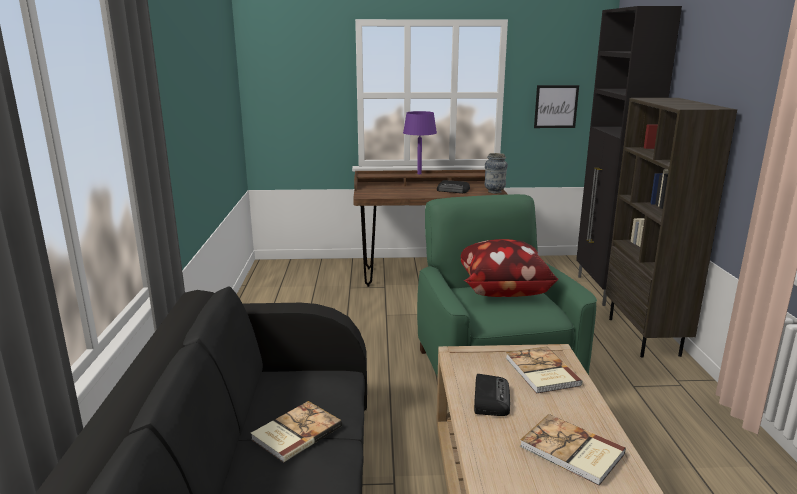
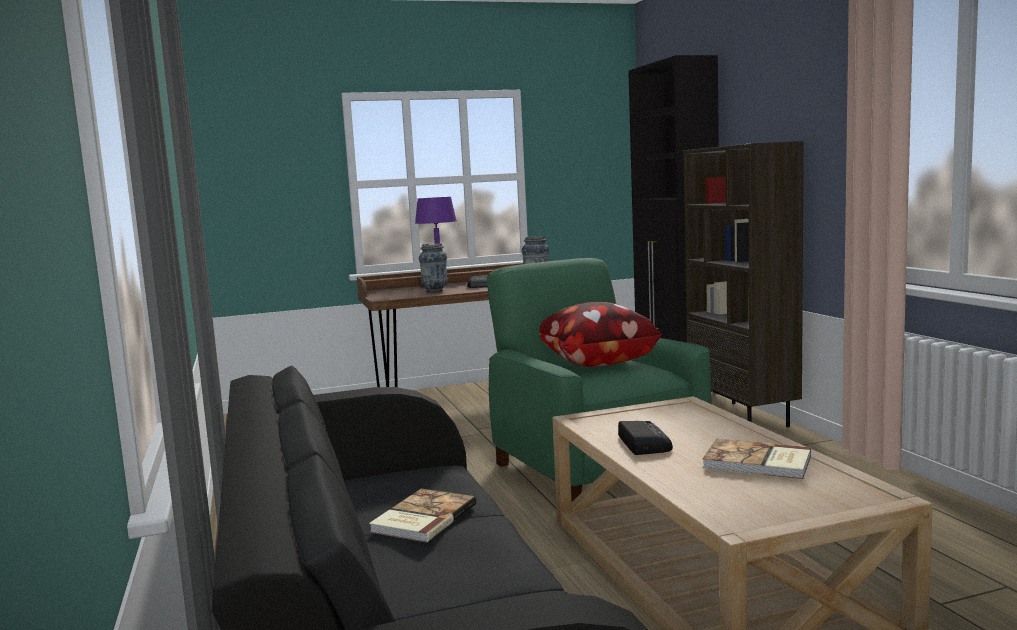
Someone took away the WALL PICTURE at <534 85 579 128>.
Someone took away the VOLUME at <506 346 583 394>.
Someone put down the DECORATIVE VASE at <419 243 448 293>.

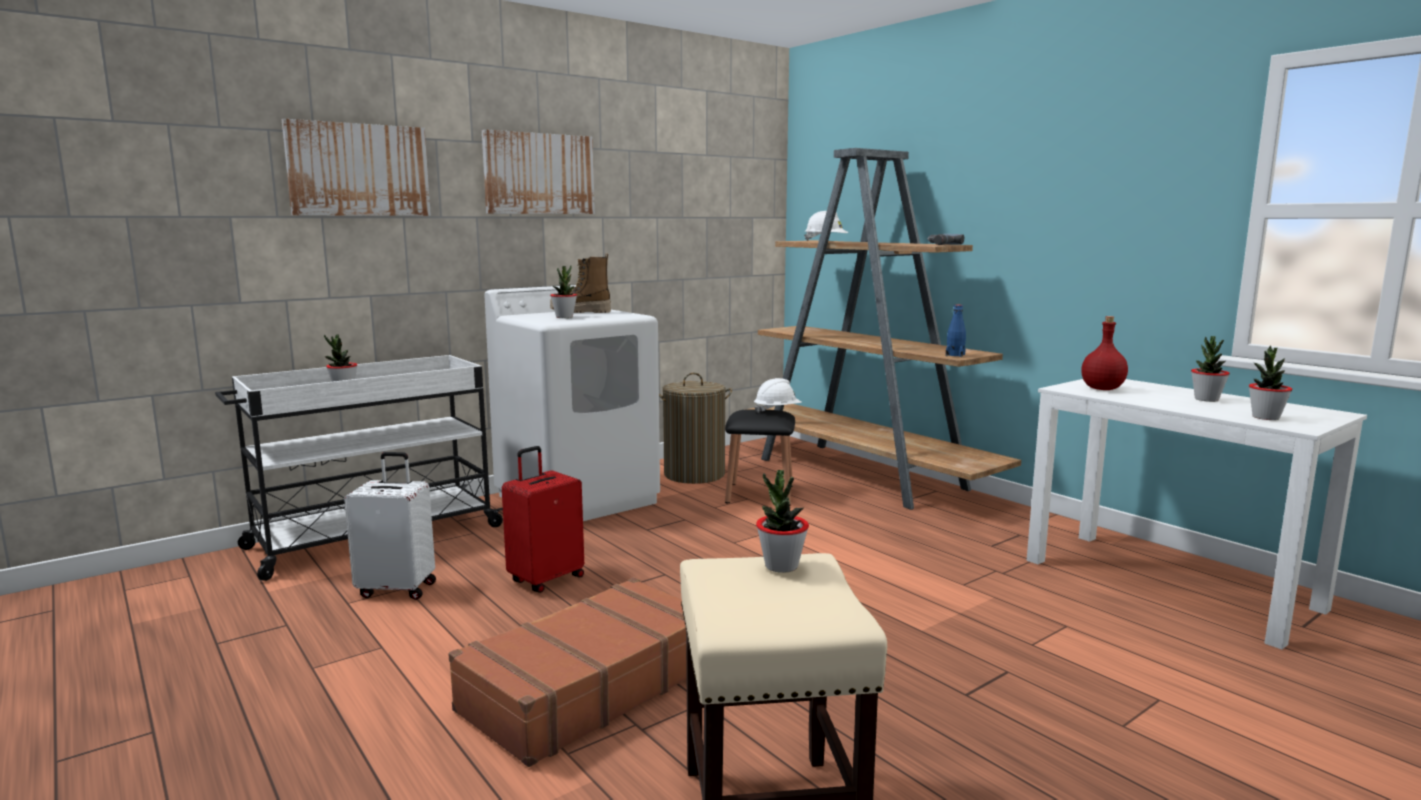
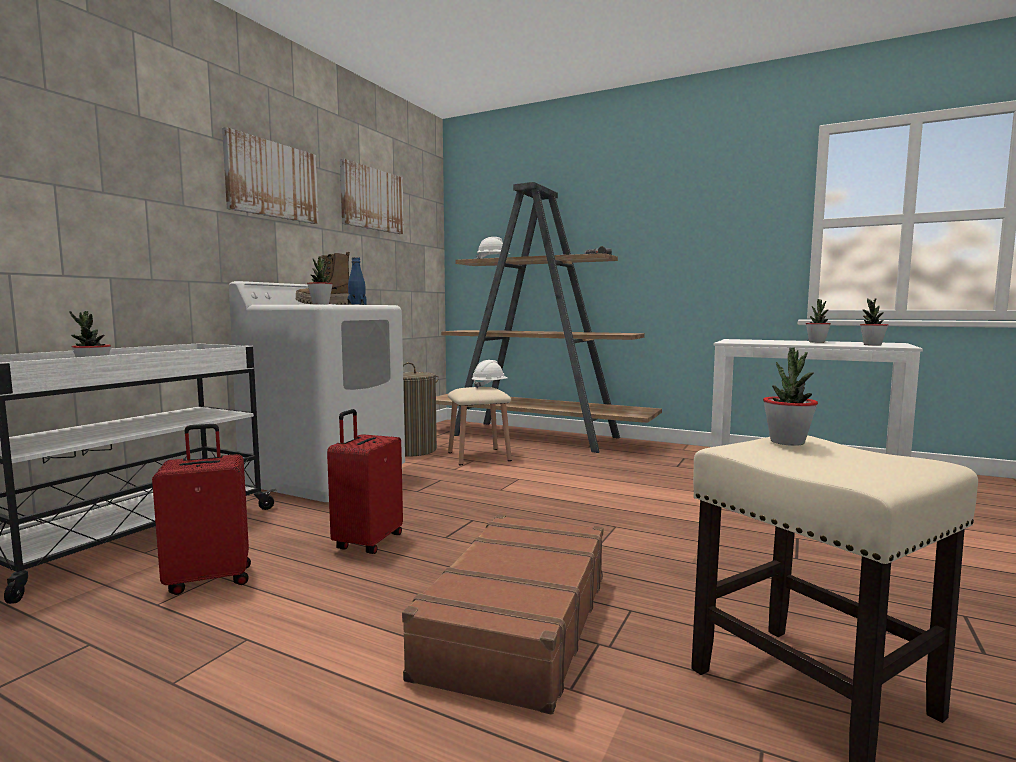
Someone carried the WALL PICTURE from <282 119 431 216> to <340 159 404 234>.
Someone carried the BLUE BEVERAGE BOTTLE from <946 305 966 357> to <348 257 367 305>.
Someone took away the REDDISH BEVERAGE BOTTLE at <1081 316 1128 390>.
Someone repainted the BLACK-COLOURED SITTING STOOL at <725 409 795 506>, which became the BEIGE-COLOURED SITTING STOOL at <448 387 512 465>.
Someone repainted the WHITE TRAVEL CASE at <344 452 436 600>, which became the REDDISH TRAVEL CASE at <152 424 251 595>.

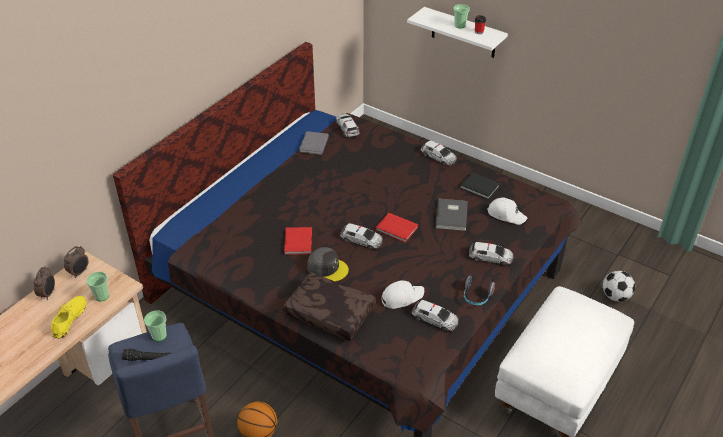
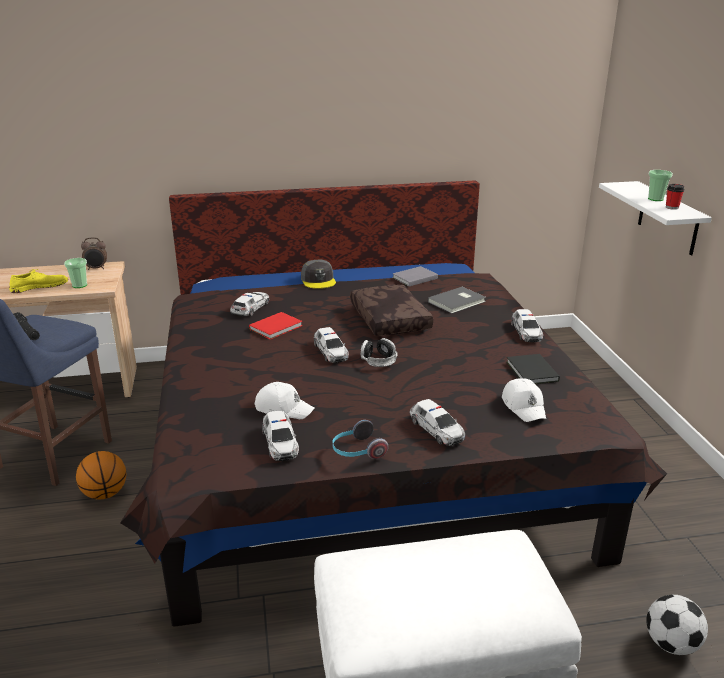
Someone carried the MINIATURE CAR from <336 114 360 138> to <230 292 269 316>.
Someone carried the GREY VOLUME from <435 199 468 231> to <428 287 486 314>.
Someone swapped the REDDISH VOLUME at <376 213 418 243> for the HEADPHONES at <361 338 398 367>.
Someone carried the GREY BASEBALL CAP from <307 247 349 281> to <301 260 336 289>.
Someone took away the BEDSIDE CLOCK at <33 266 55 300>.
Someone carried the BROWNISH PILLOW from <283 272 376 341> to <350 285 433 336>.
Someone took away the SMALL CUP at <144 311 167 341>.

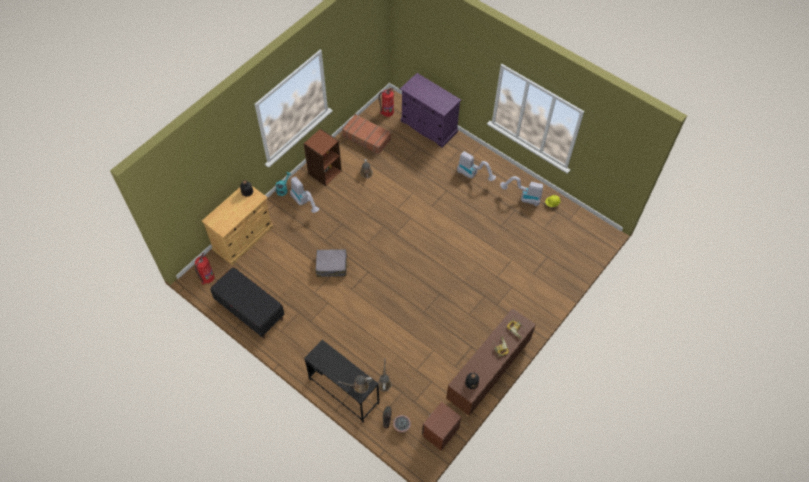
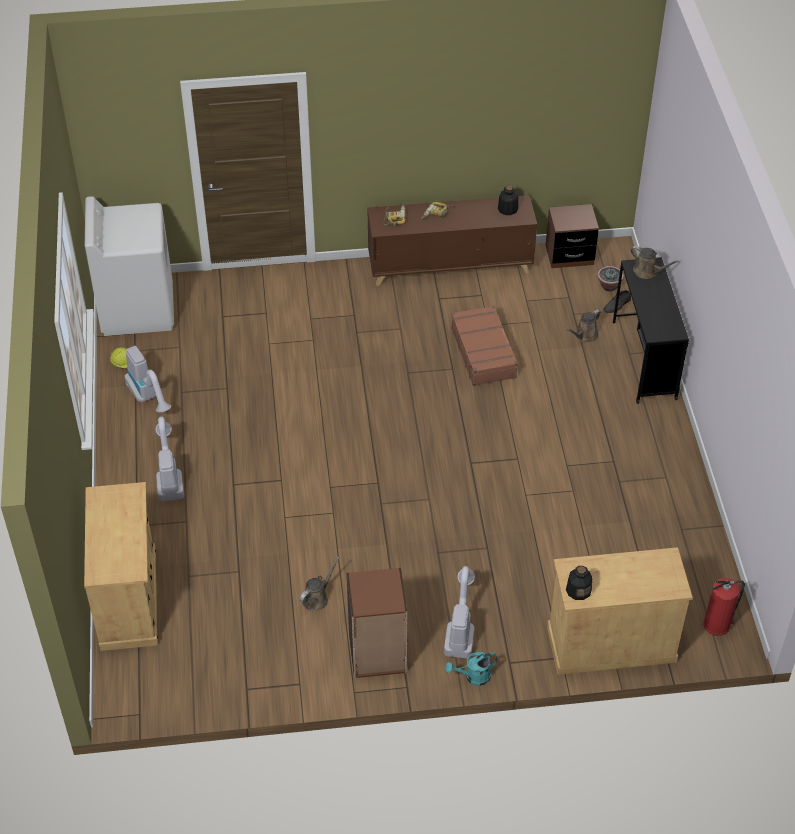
Someone repainted the PURPLE-COLOURED STORAGE CABINET at <400 73 461 148>, which became the BEIGE-COLOURED STORAGE CABINET at <84 482 158 651>.
Someone took away the FIRE-FIGHTING CYLINDER at <379 88 395 117>.
Someone carried the BROWNISH TRAVEL CASE from <342 114 391 155> to <451 306 518 386>.
Someone took away the GREY TRAVEL CASE at <316 249 349 277>.
Someone took away the BLACK-COLOURED LONG SEAT at <210 267 285 339>.
Someone put down the WHITE WASHING MACHINE at <85 196 174 336>.

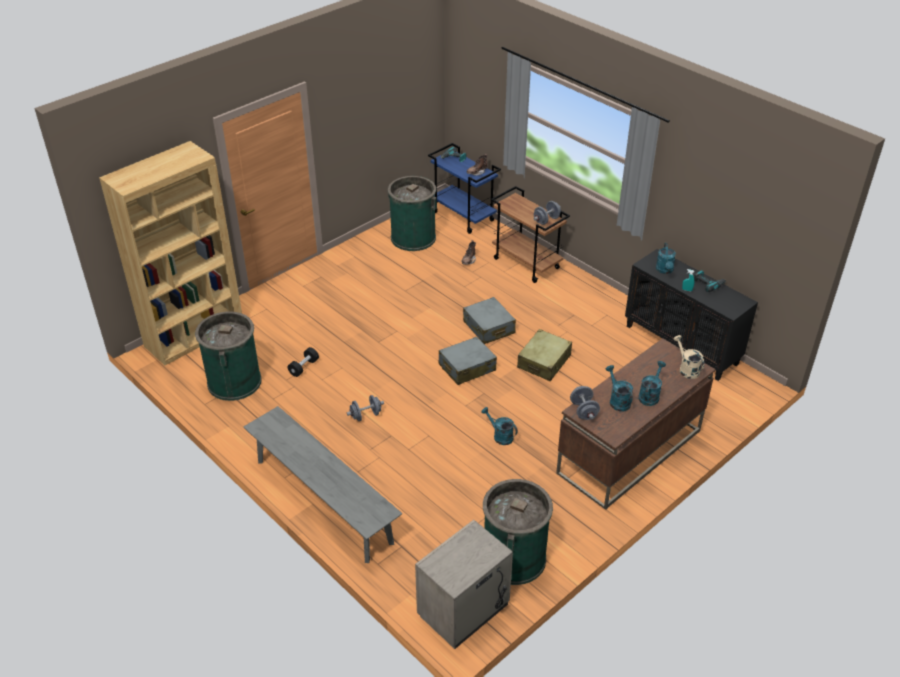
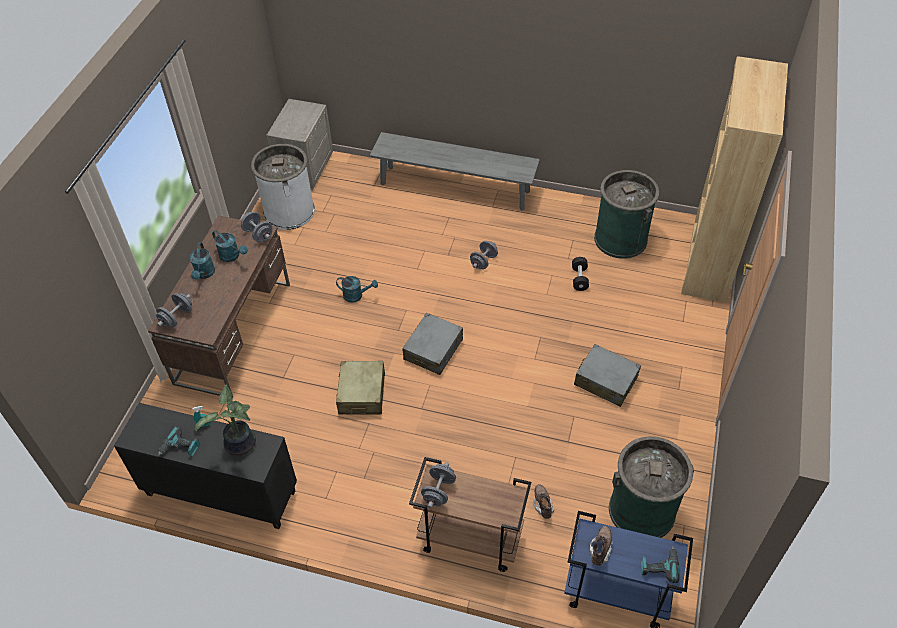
Someone swapped the BLUE-GREEN WATERING POT at <656 243 676 274> for the POTTED PLANT at <195 384 256 455>.
Someone carried the GREY TRAVEL CASE from <463 297 516 344> to <574 344 641 407>.
Someone swapped the BEIGE-COLOURED WATERING POT at <673 335 704 379> for the GREY HAND WEIGHT at <156 293 192 327>.
Someone repainted the GREEN RUBBISH BIN at <483 479 553 585>, which became the WHITE RUBBISH BIN at <251 144 315 230>.

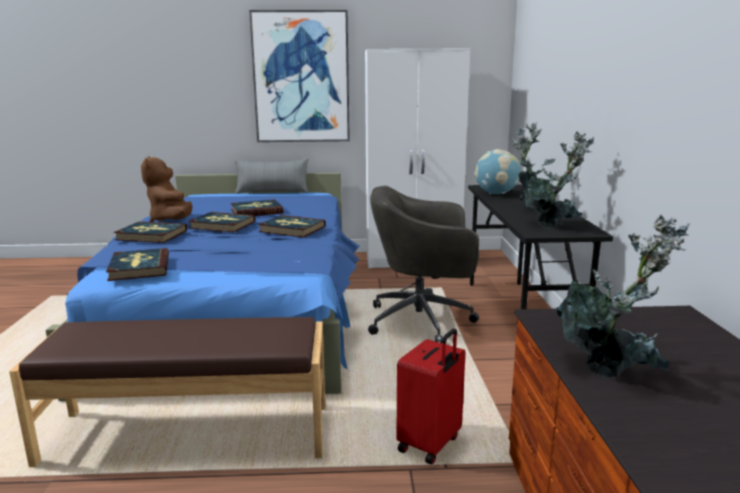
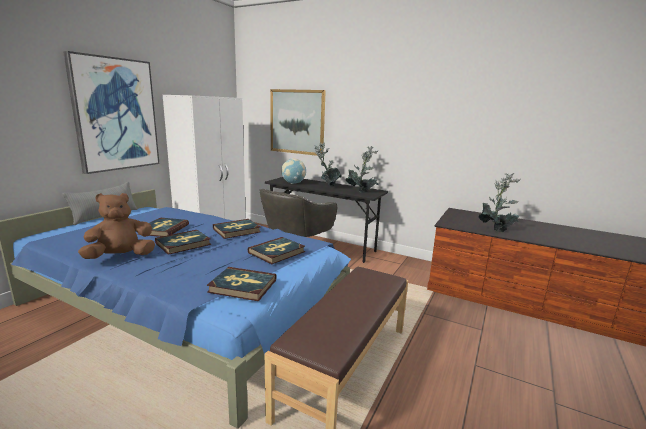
Someone rotated the BROWNISH SOFT TOY at <141 156 192 222> by 135 degrees clockwise.
Someone carried the VOLUME from <114 221 187 243> to <248 237 305 264>.
Someone took away the REDDISH TRAVEL CASE at <396 329 465 465>.
Someone put up the WALL PICTURE at <270 89 326 156>.

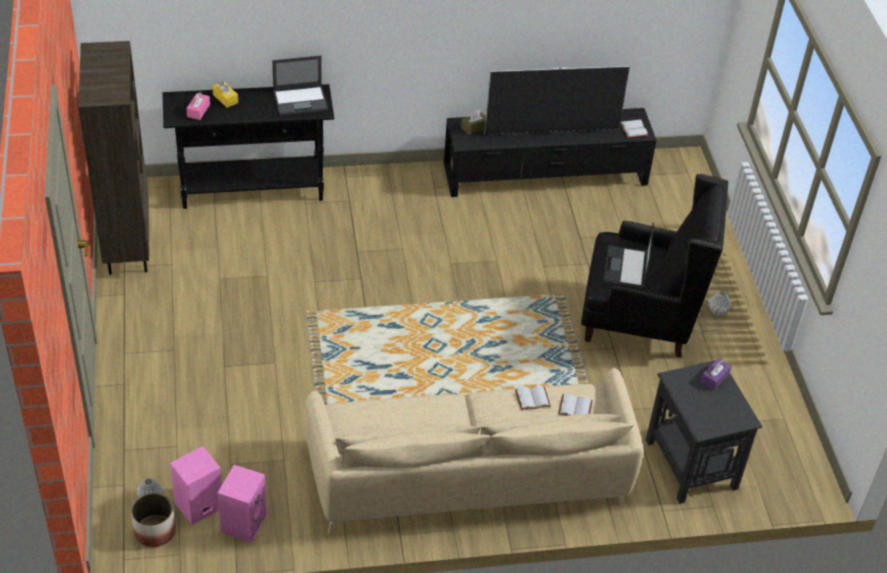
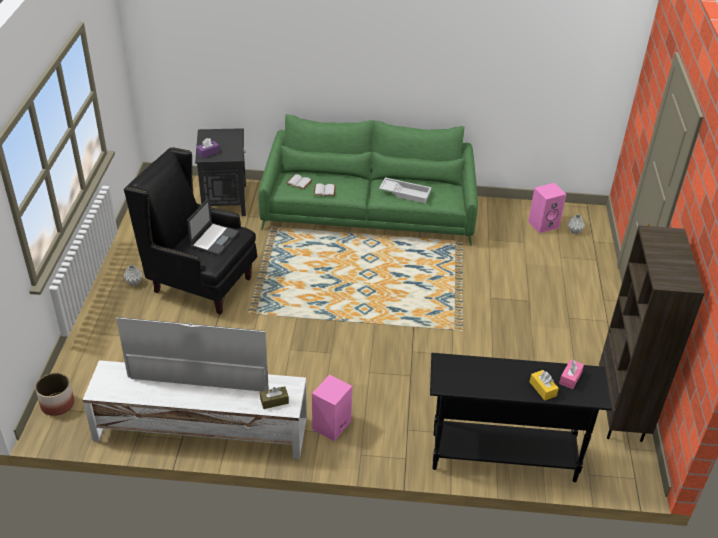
Someone took away the LAPTOP at <272 55 328 116>.
Someone repainted the BLACK-COLOURED TV UNIT at <444 108 657 197>, which became the WHITE TV UNIT at <83 360 307 459>.
Someone took away the WHITE VOLUME at <620 119 649 138>.
Someone repainted the BEIGE-COLOURED SETTEE at <306 367 644 535>, which became the GREEN SETTEE at <258 114 478 246>.
Someone carried the PINK SPEAKER from <217 465 267 543> to <312 375 352 441>.
Someone carried the PLANTER from <131 493 176 547> to <35 373 74 416>.
Someone put down the WHITE TRAY at <379 177 432 203>.

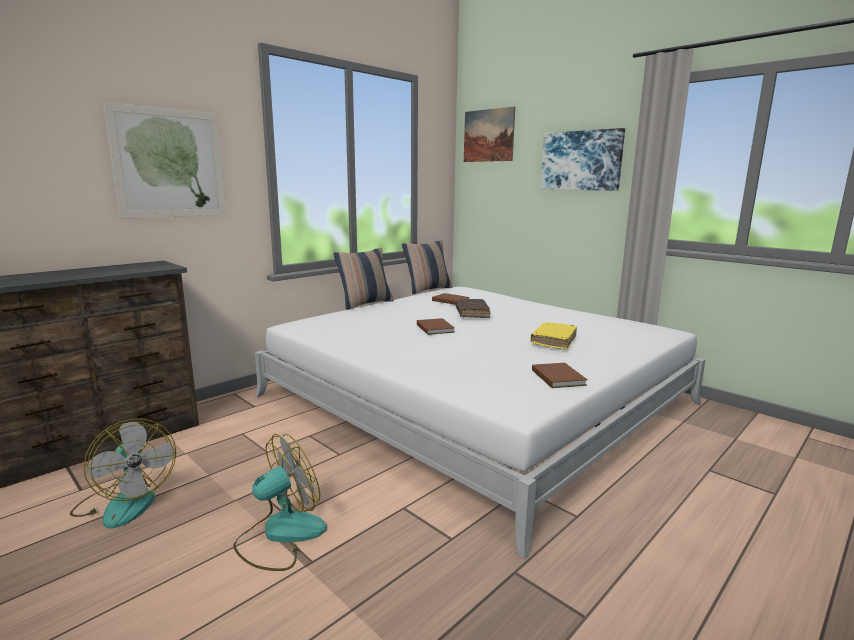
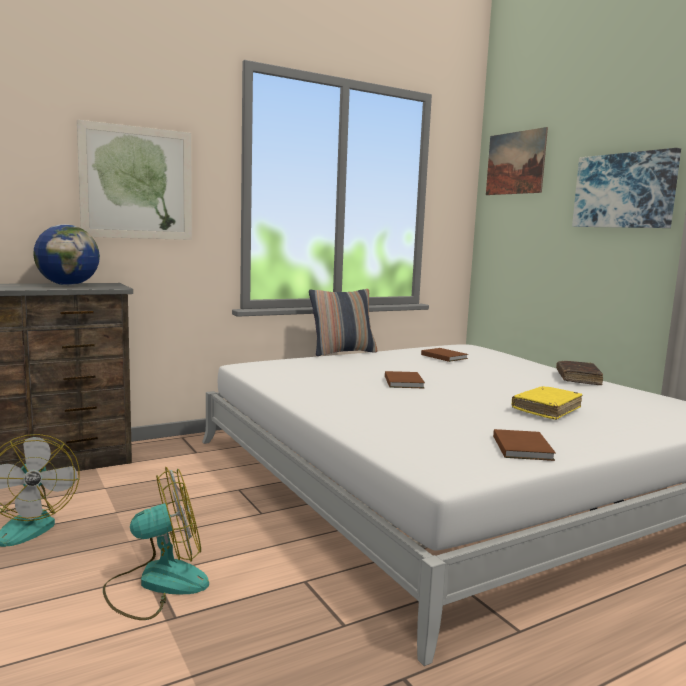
Someone took away the PILLOW at <402 240 452 294>.
Someone carried the BROWNISH VOLUME from <455 299 490 318> to <556 361 603 385>.
Someone put down the GLOBE at <33 224 100 285>.

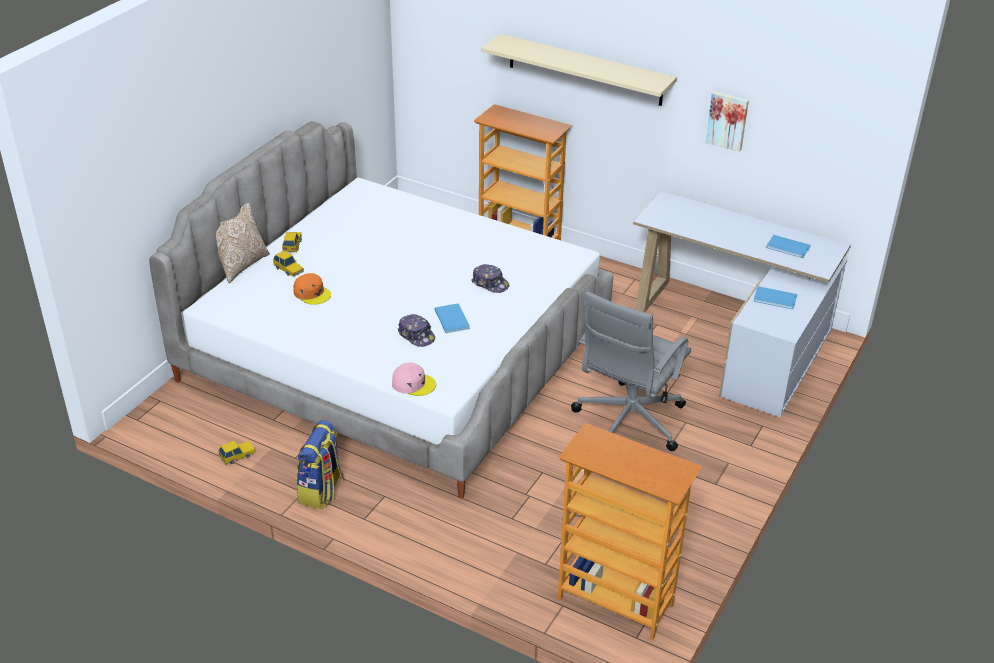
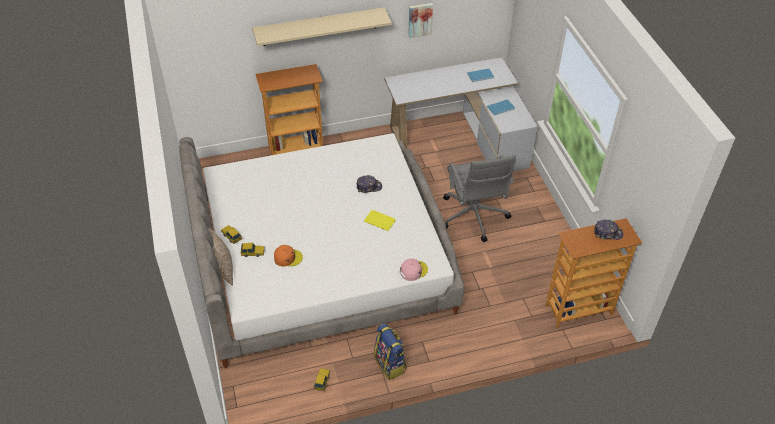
Someone repainted the BLUE VOLUME at <434 303 470 333>, which became the YELLOW VOLUME at <364 210 396 231>.
Someone carried the BASEBALL CAP from <398 314 435 347> to <594 220 623 240>.

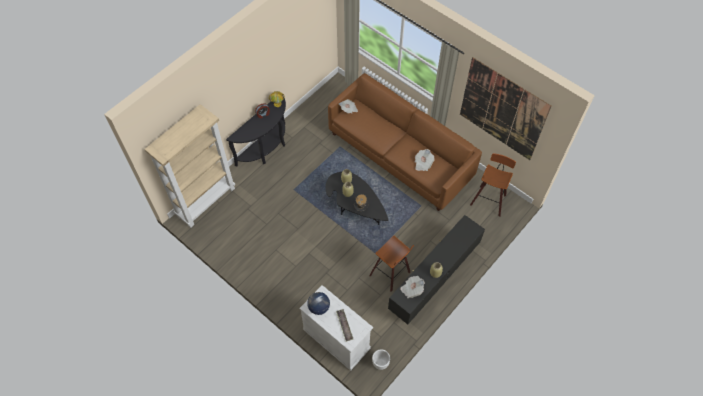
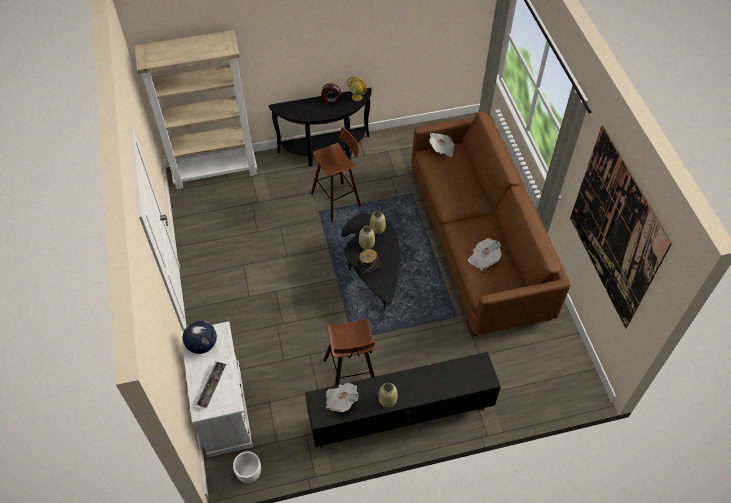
Someone carried the SITTING STOOL from <470 153 516 216> to <311 127 361 222>.

